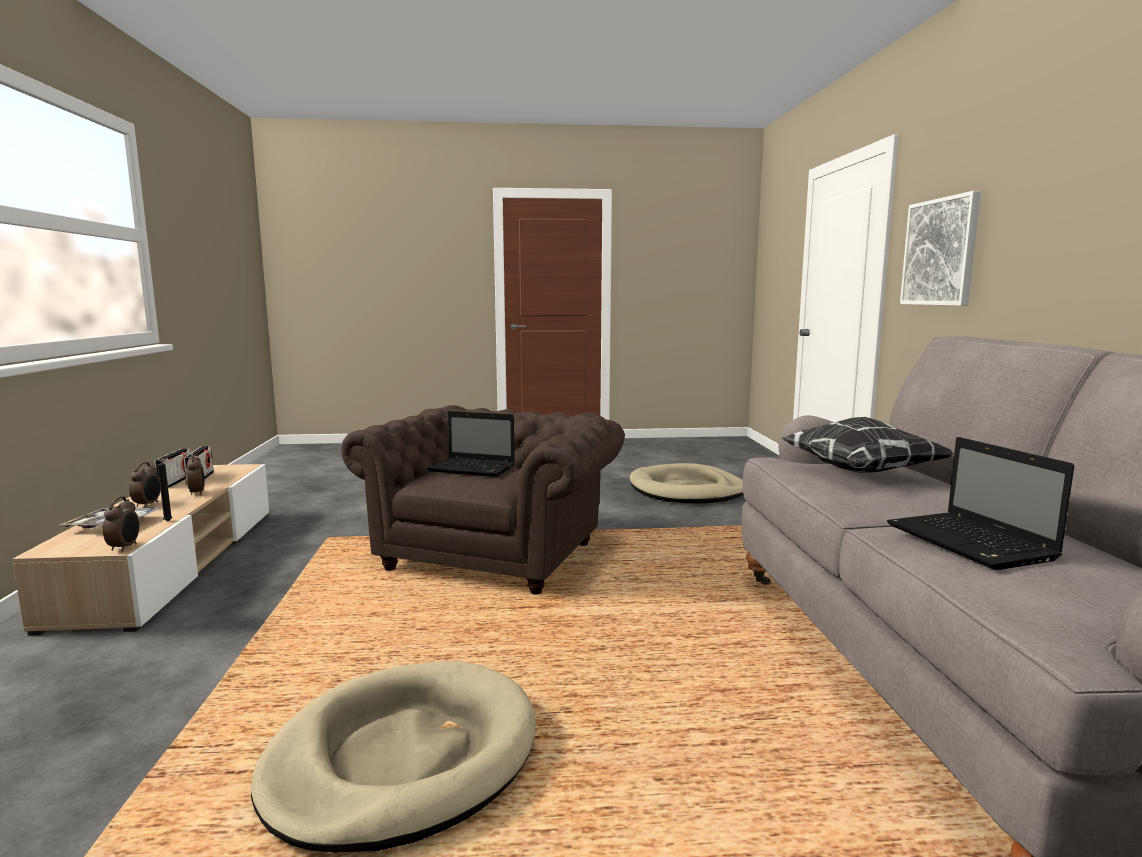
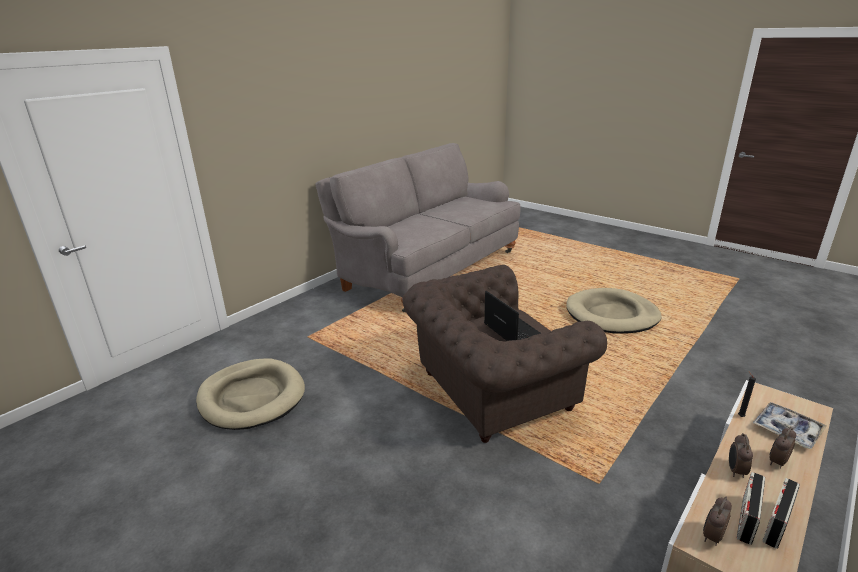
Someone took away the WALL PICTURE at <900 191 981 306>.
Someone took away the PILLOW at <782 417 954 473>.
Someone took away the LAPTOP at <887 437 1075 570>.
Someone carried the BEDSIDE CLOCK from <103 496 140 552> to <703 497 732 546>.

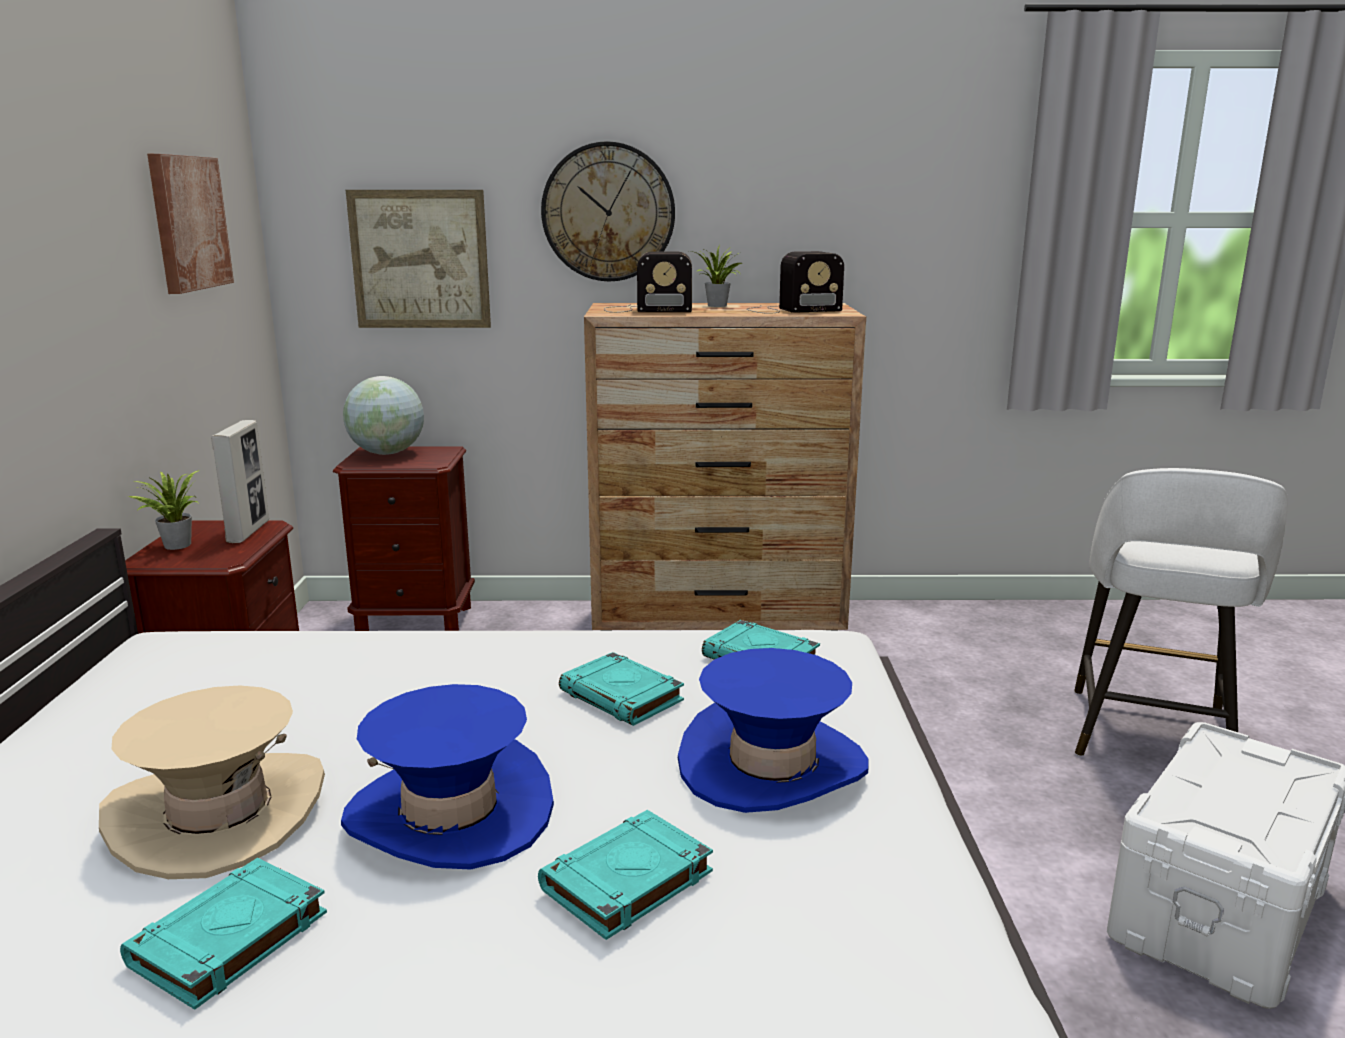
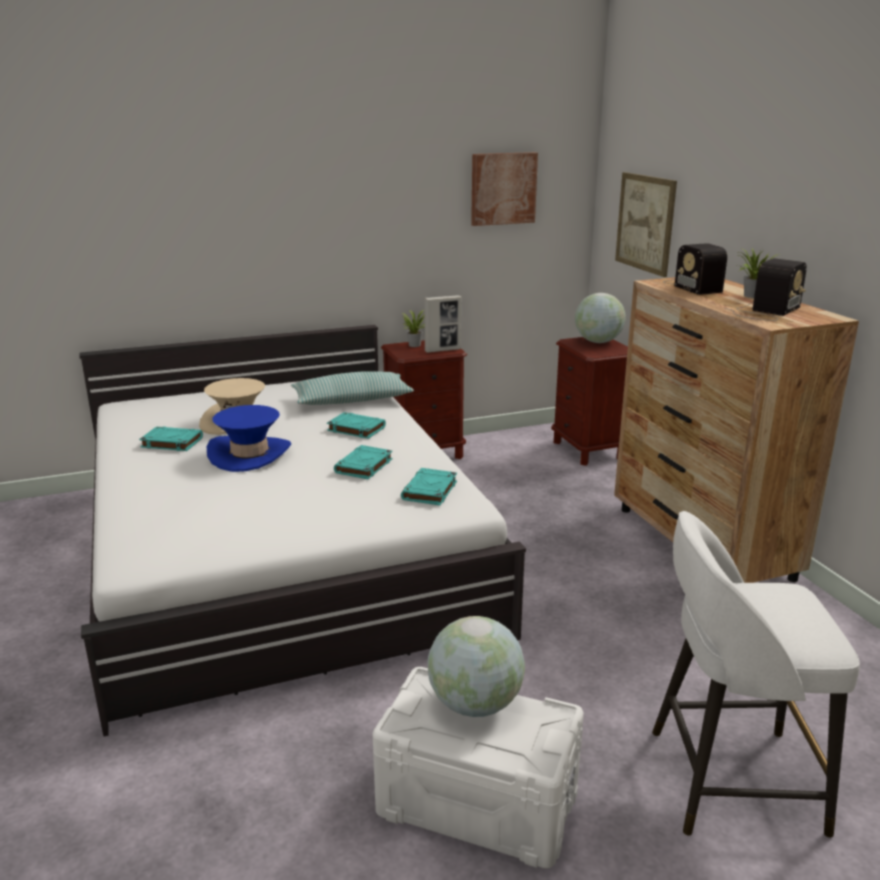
Someone took away the WALL CLOCK at <541 141 675 281>.
Someone rotated the RADIO at <747 251 844 314> by 105 degrees counterclockwise.
Someone took away the BLUE CLOTHING HAT at <678 648 869 813>.
Someone carried the BLUE-GREEN VOLUME from <538 810 713 940> to <327 412 386 439>.
Someone put down the PILLOW at <291 371 414 405>.
Someone put down the GLOBE at <428 616 525 717>.

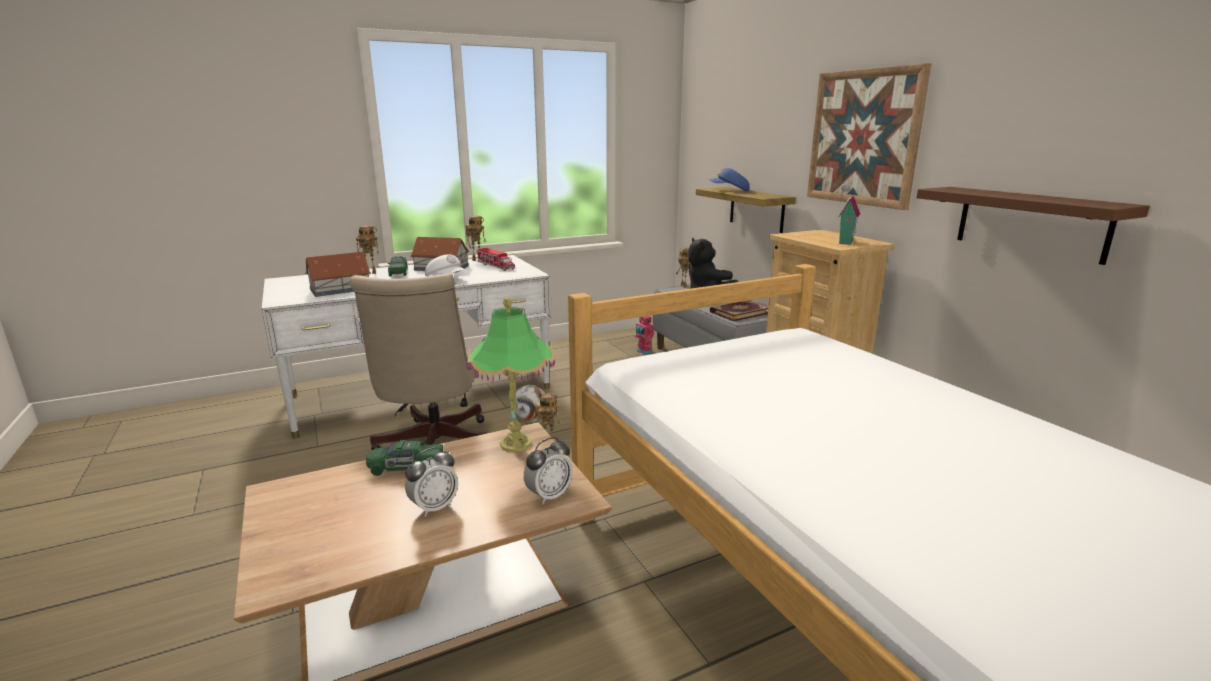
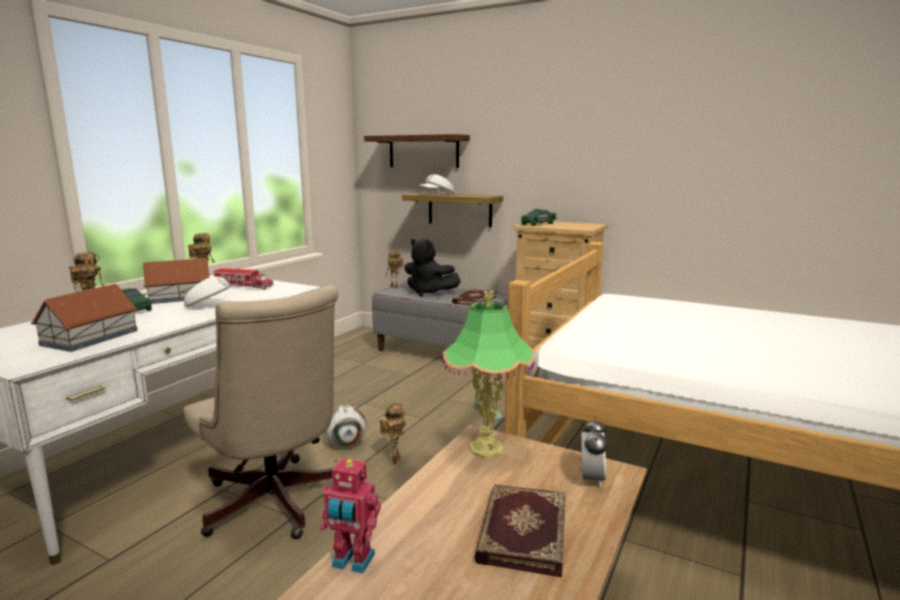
Someone took away the WALL PICTURE at <807 63 931 210>.
Someone repainted the BLUE BASEBALL CAP at <709 168 749 191>, which became the WHITE BASEBALL CAP at <419 174 454 194>.
Someone took away the MODEL HOUSE at <839 184 860 245>.
Someone carried the BROWNISH BRACKET SHELF from <917 187 1150 265> to <364 134 470 168>.
Someone carried the TOY ROBOT from <634 316 654 355> to <320 458 381 574>.
Someone carried the GREEN MINIATURE CAR from <366 440 443 476> to <521 209 556 226>.
Someone swapped the BEDSIDE CLOCK at <405 447 458 517> for the VOLUME at <474 484 566 577>.

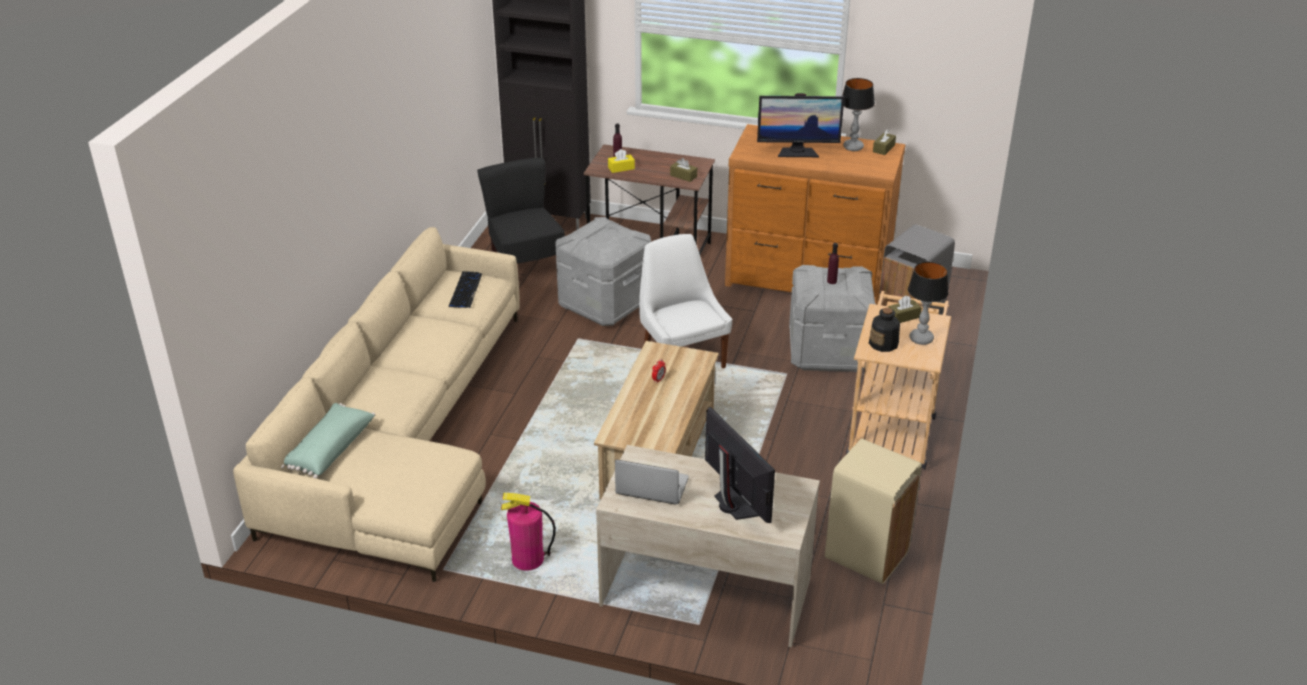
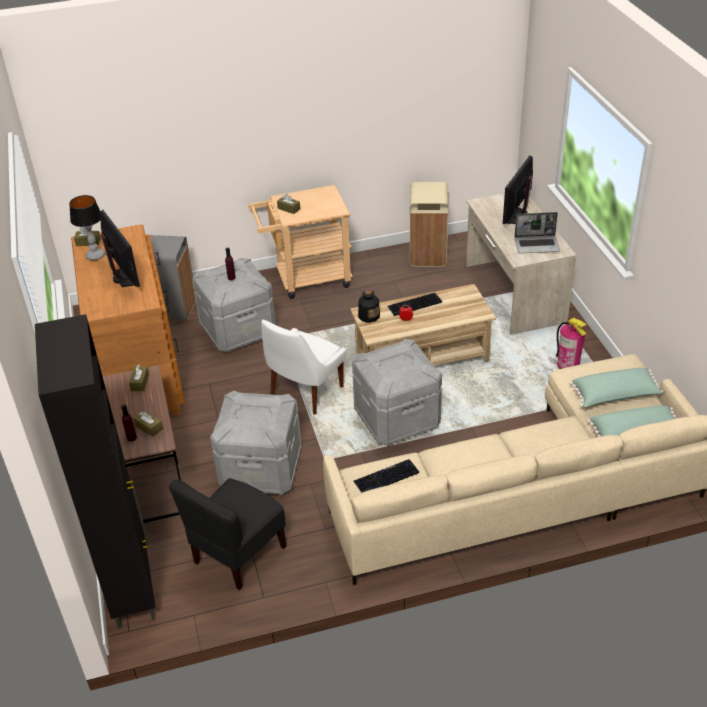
Someone repainted the YELLOW TISSUE BOX at <608 149 635 173>, which became the BROWNISH TISSUE BOX at <133 410 163 437>.
Someone took away the LAMP FOR A TABLE at <908 262 949 345>.
Someone carried the BEVERAGE BOTTLE from <869 308 900 352> to <358 290 380 323>.
Someone rotated the LAPTOP at <615 460 689 504> by 75 degrees counterclockwise.
Someone put down the COMPUTER KEYBOARD at <387 293 442 316>.
Someone put down the GREY STORAGE CONTAINER at <352 339 442 446>.
Someone put down the GREEN PILLOW at <569 368 664 407>.

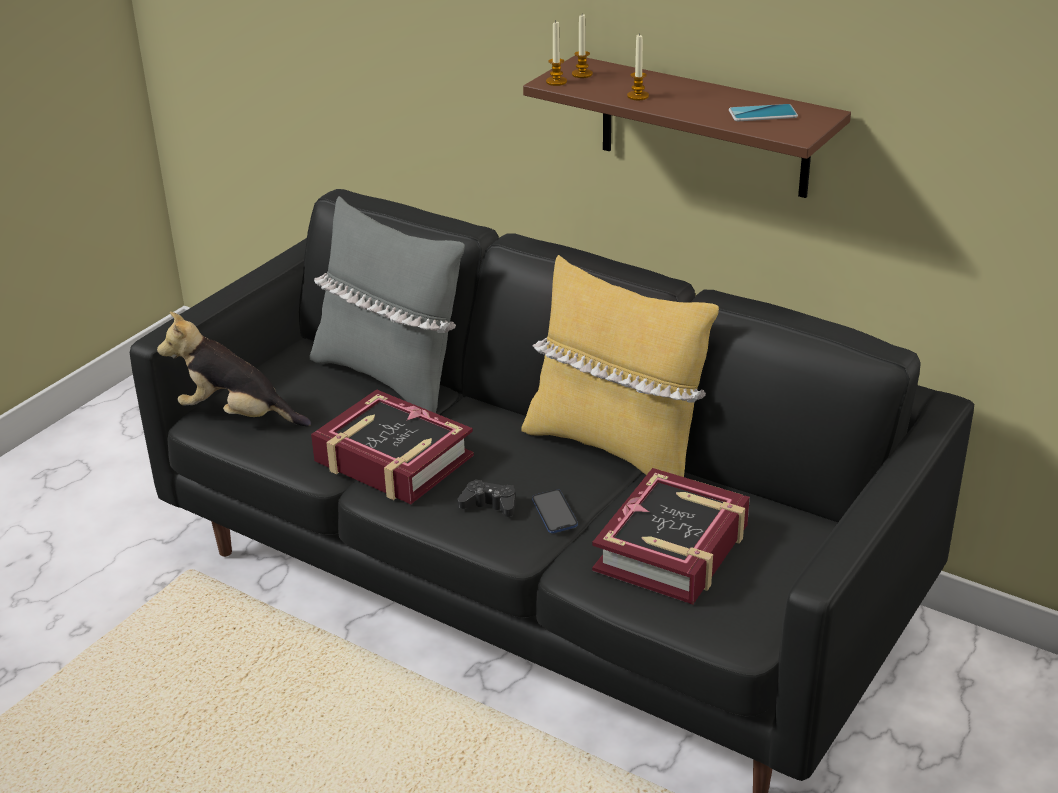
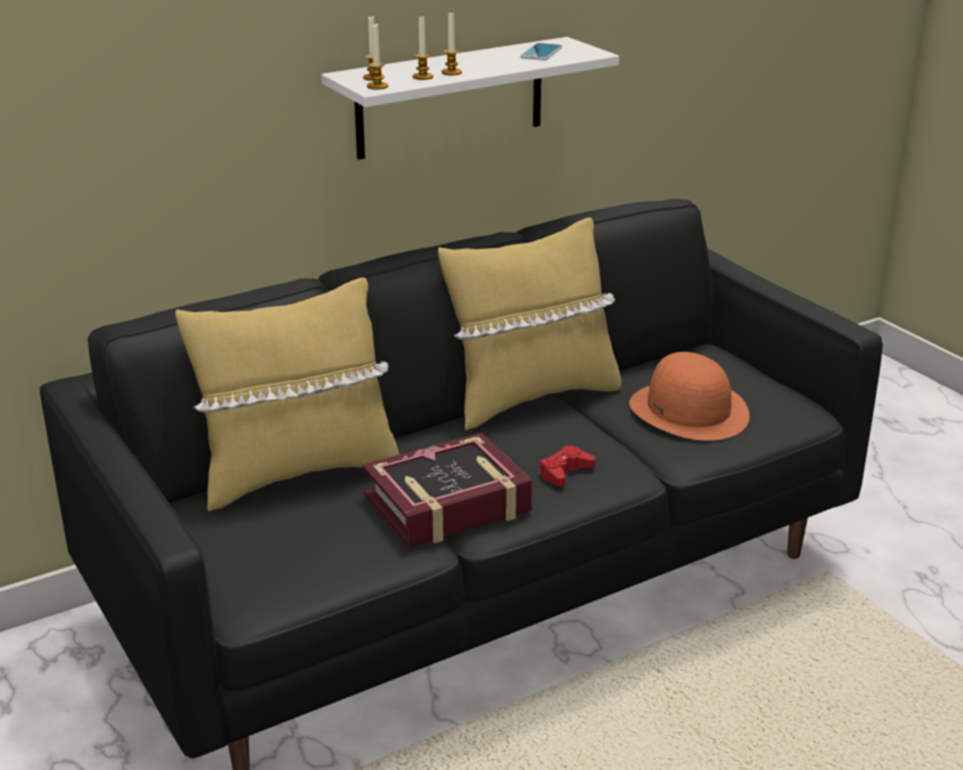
Someone repainted the BROWNISH BRACKET SHELF at <523 55 851 198>, which became the WHITE BRACKET SHELF at <321 37 619 160>.
Someone repainted the GREY PILLOW at <310 196 465 413>, which became the YELLOW PILLOW at <175 277 400 511>.
Someone took away the SOFT TOY at <157 312 311 427>.
Someone swapped the VOLUME at <592 468 750 605> for the ORANGE CLOTHING HAT at <629 352 750 441>.
Someone repainted the BLACK-COLOURED JOYPAD at <458 479 516 517>, which became the REDDISH JOYPAD at <539 446 595 486>.
Someone took away the TELEPHONE at <532 489 578 533>.
Someone put down the WAX CANDLE at <413 14 433 80>.

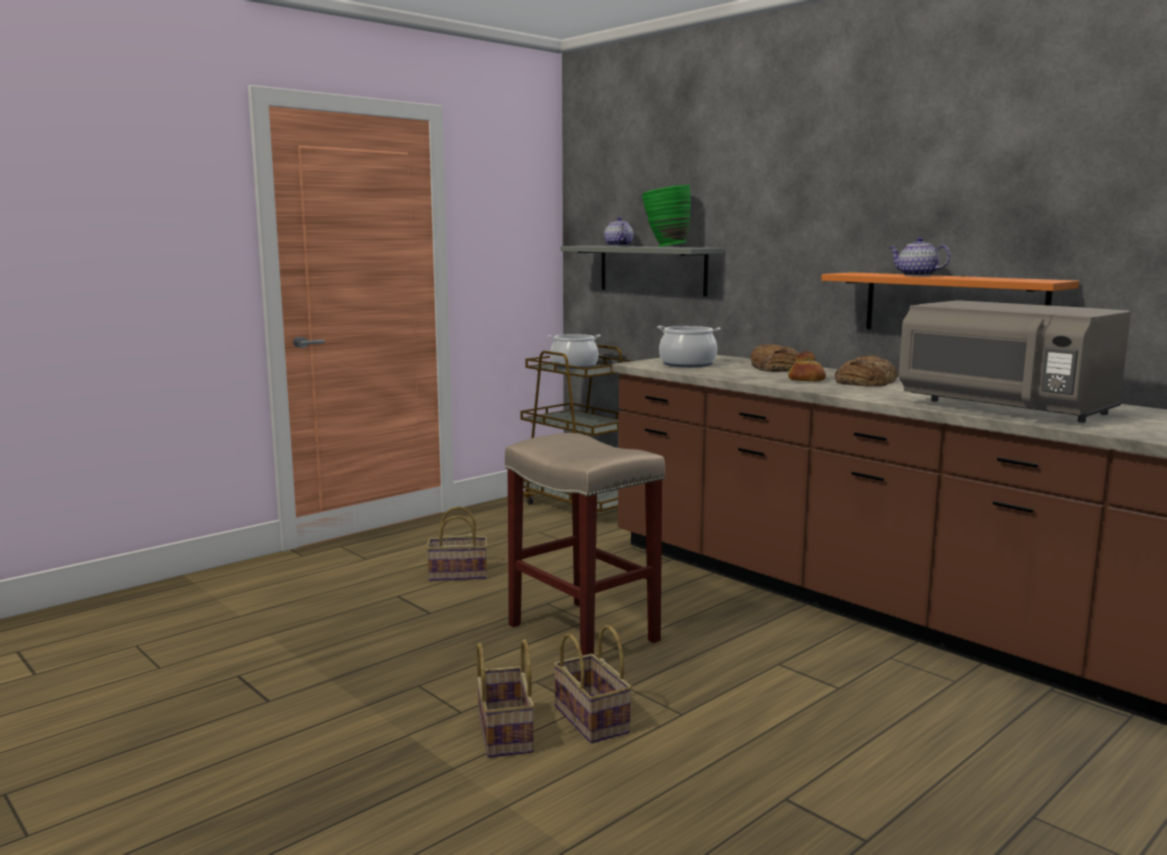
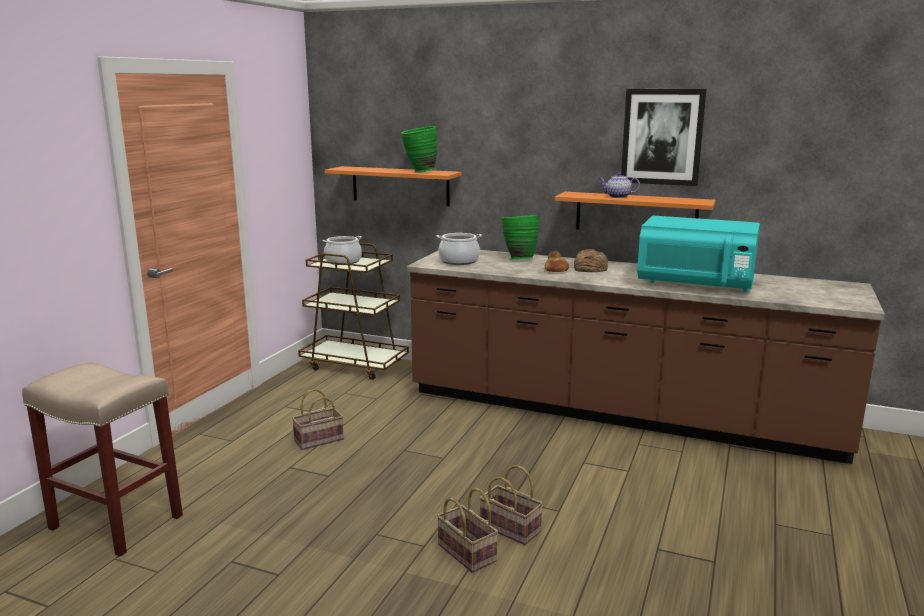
Someone took away the TEAPOT at <604 217 633 246>.
Someone repainted the GREY BRACKET SHELF at <560 246 723 296>, which became the ORANGE BRACKET SHELF at <325 166 462 206>.
Someone repainted the GREY MICROWAVE OVEN at <899 300 1131 423>, which became the BLUE-GREEN MICROWAVE OVEN at <637 216 760 292>.
Someone swapped the BAKED BREAD at <750 344 799 372> for the GREEN DECORATIVE VASE at <501 215 539 259>.
Someone carried the BEIGE-COLOURED SITTING STOOL from <505 433 665 655> to <22 362 183 557>.
Someone put up the WALL PICTURE at <621 89 706 186>.

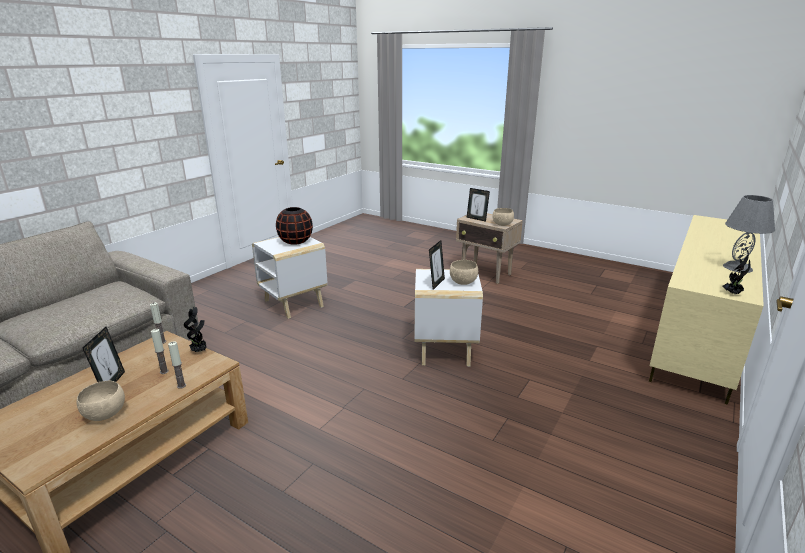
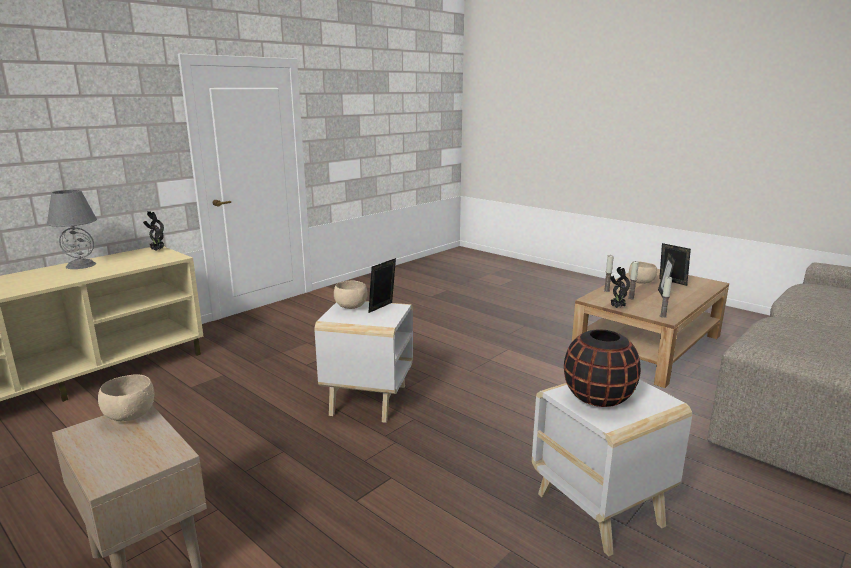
Someone carried the PICTURE FRAME from <467 188 490 222> to <659 243 691 286>.

